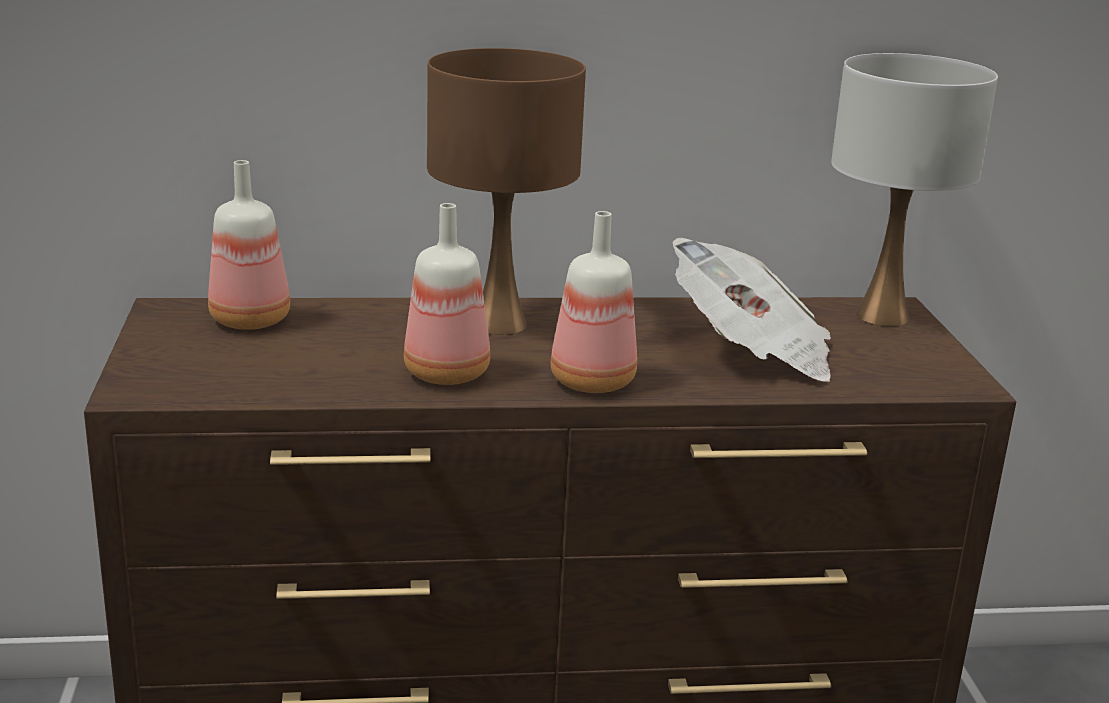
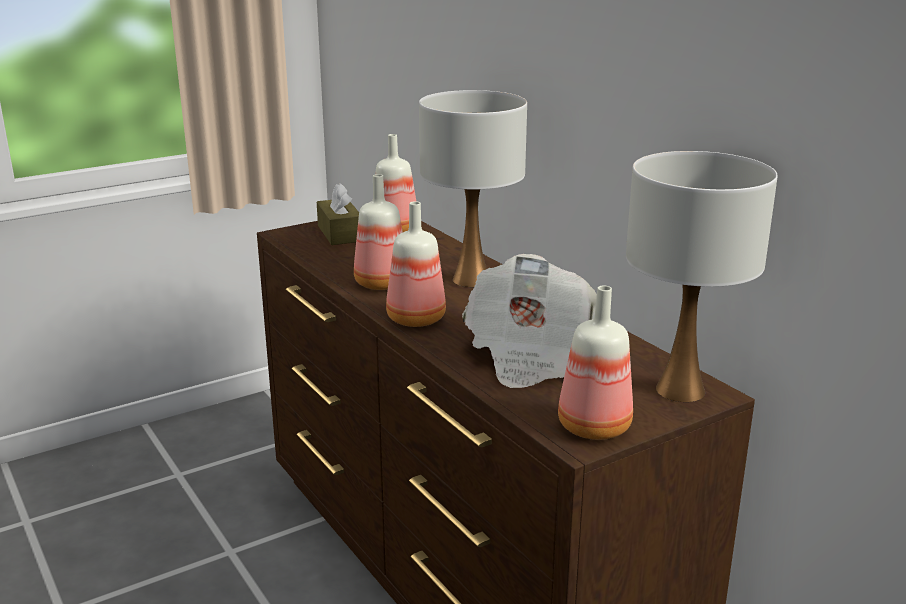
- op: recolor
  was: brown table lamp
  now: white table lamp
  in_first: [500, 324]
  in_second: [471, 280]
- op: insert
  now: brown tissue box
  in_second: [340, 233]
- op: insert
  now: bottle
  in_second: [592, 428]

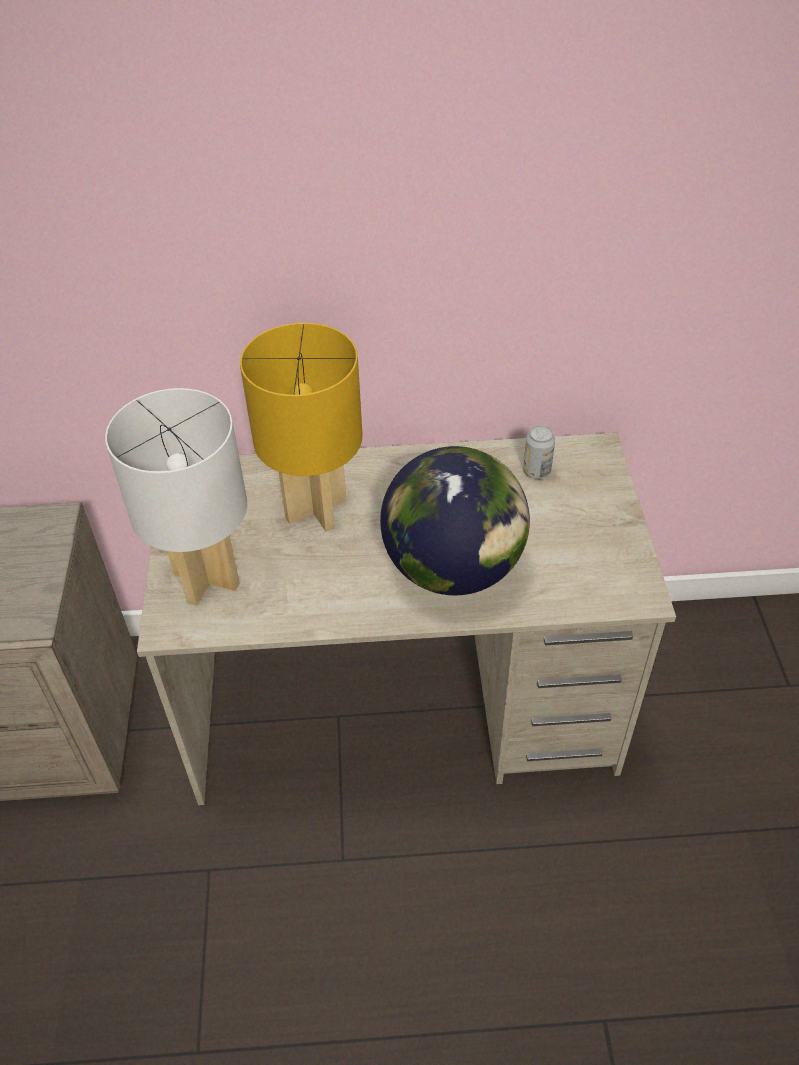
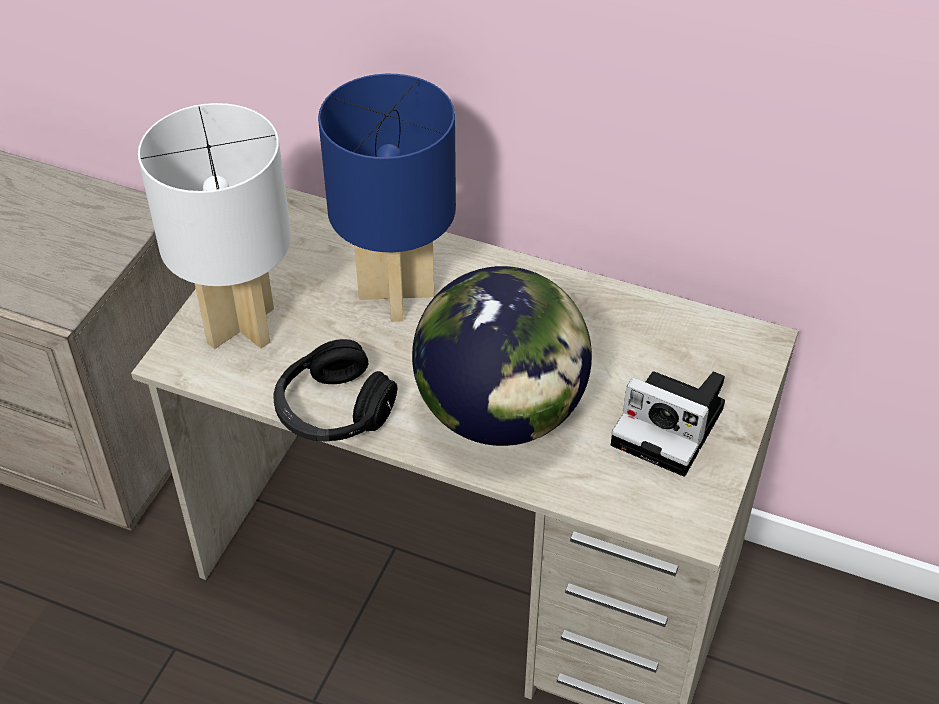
- op: recolor
  was: yellow table lamp
  now: blue table lamp
  in_first: [317, 510]
  in_second: [397, 295]
- op: delete
  was: can
  in_first: [536, 471]
- op: insert
  now: black headphones
  in_second: [333, 410]
- op: insert
  now: photo camera
  in_second: [672, 427]

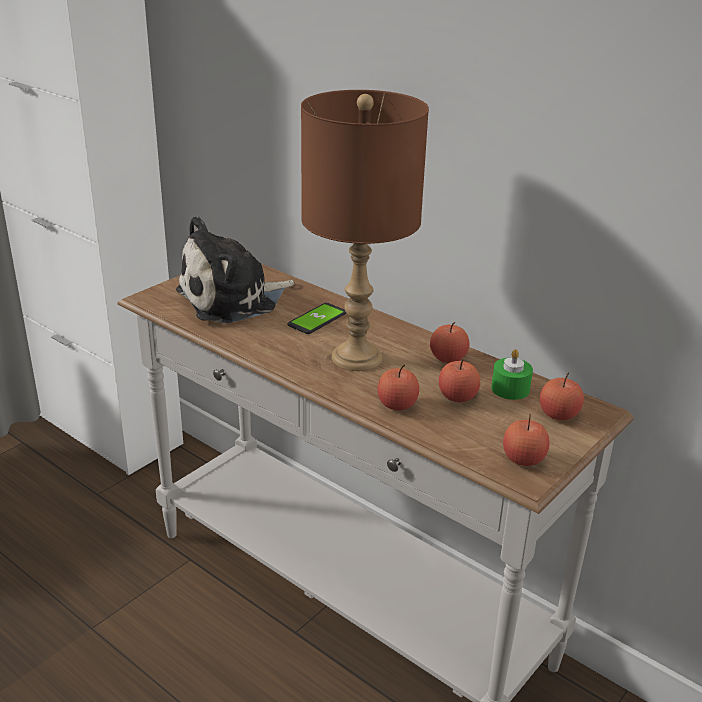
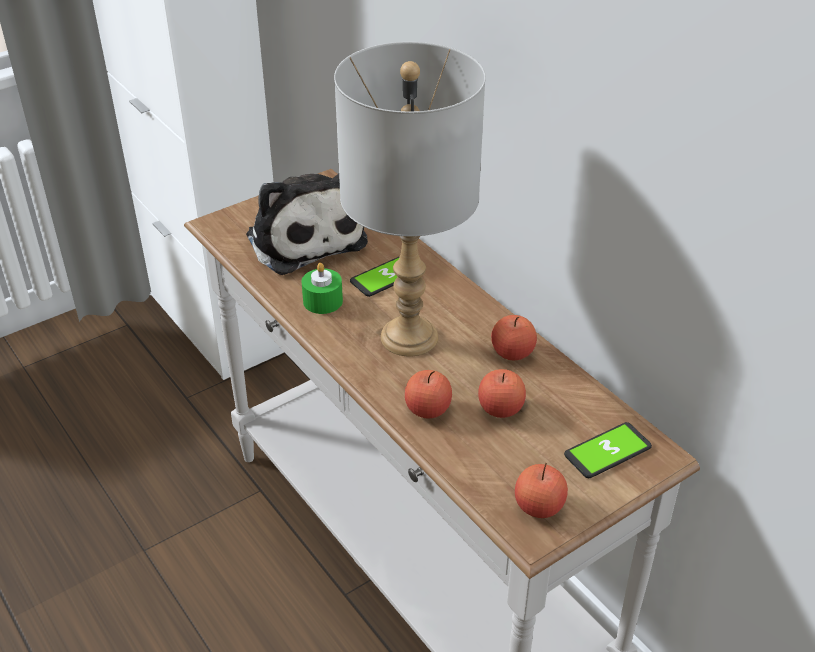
- op: recolor
  was: brown table lamp
  now: grey table lamp
  in_first: [357, 357]
  in_second: [410, 337]
- op: rotate
  was: plush toy
  in_first: [233, 300]
  in_second: [304, 237]
  clockwise: -105
- op: move
  was: green candle
  in_first: [510, 389]
  in_second: [323, 301]
- op: replace
  was: apple
  now: phone
  in_first: [558, 414]
  in_second: [607, 451]

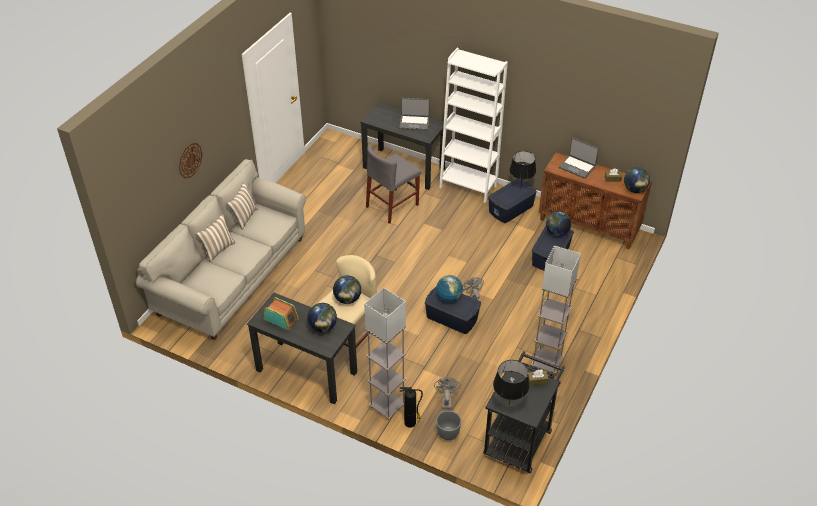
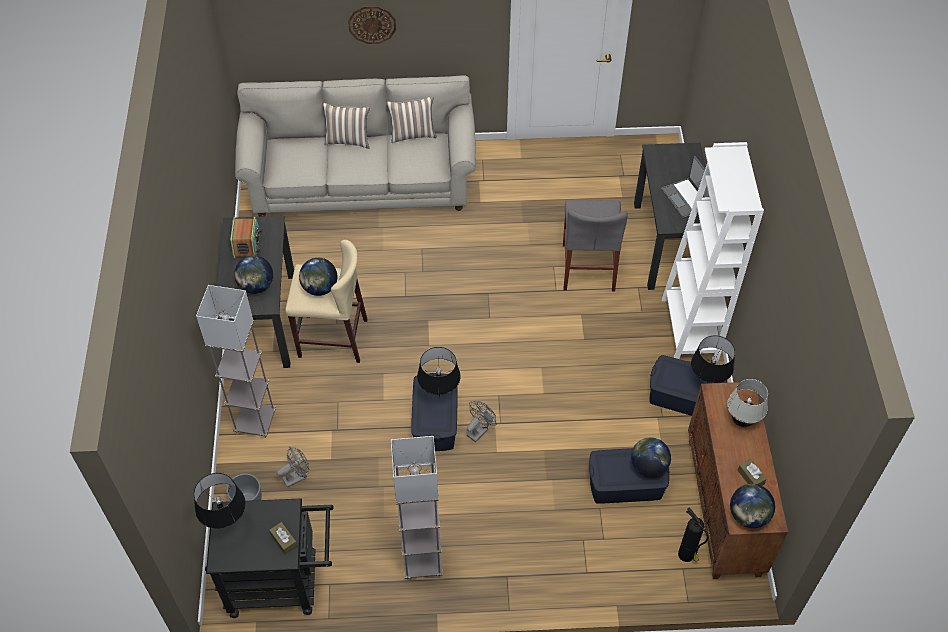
- op: replace
  was: laptop
  now: white table lamp
  in_first: [577, 167]
  in_second: [742, 421]
- op: rotate
  was: grey chair
  in_first: [392, 205]
  in_second: [588, 267]
  clockwise: -105
- op: replace
  was: globe
  now: black table lamp
  in_first: [449, 297]
  in_second: [439, 397]
- op: move
  was: fire extinguisher
  in_first: [411, 422]
  in_second: [686, 555]

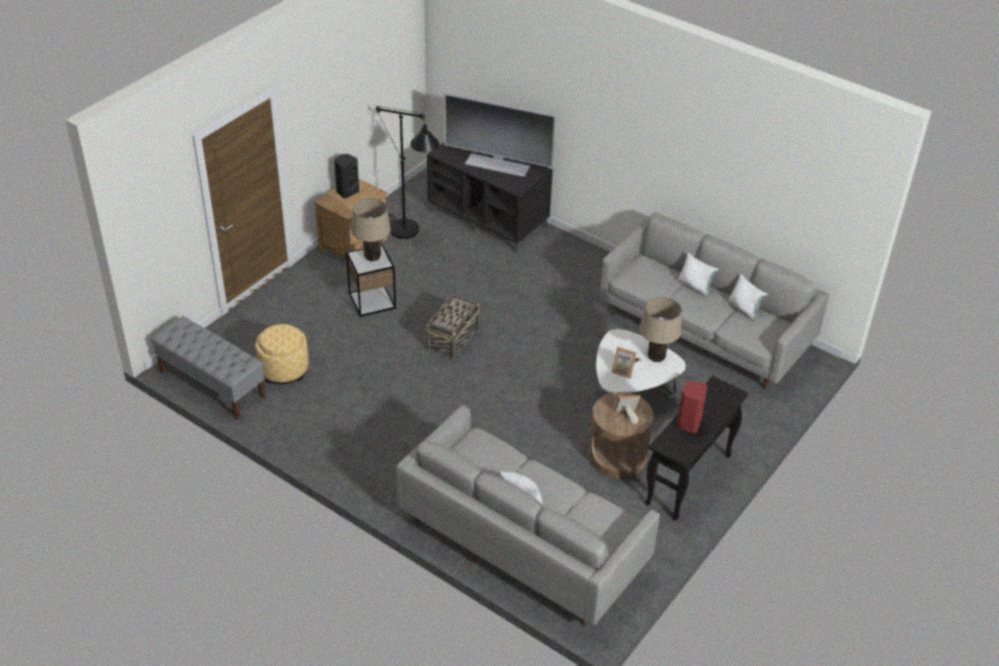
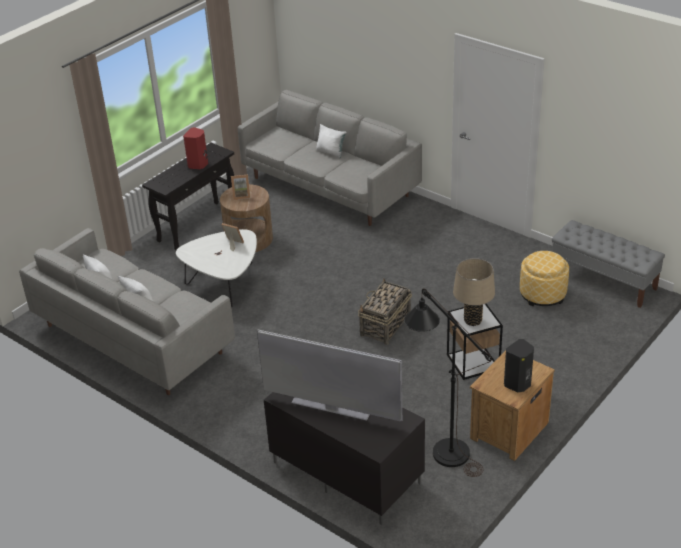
- op: delete
  was: beige table lamp
  in_first: [656, 356]

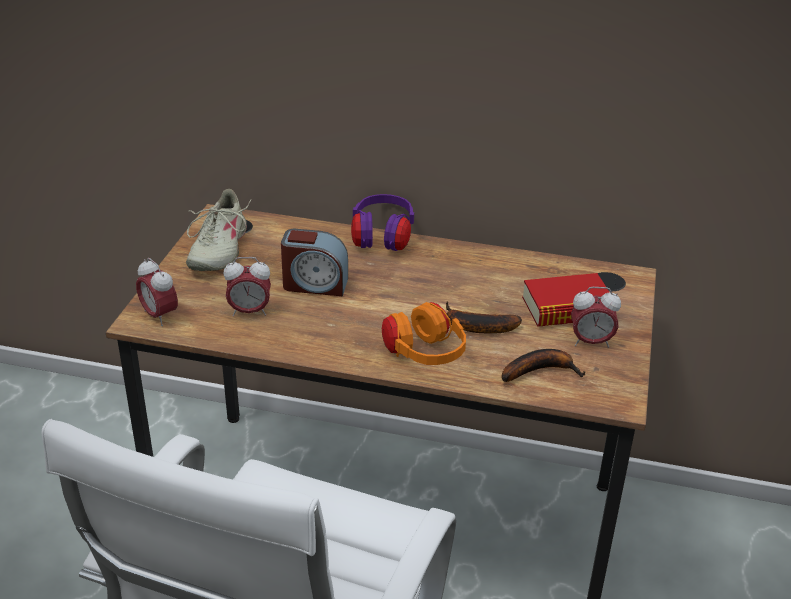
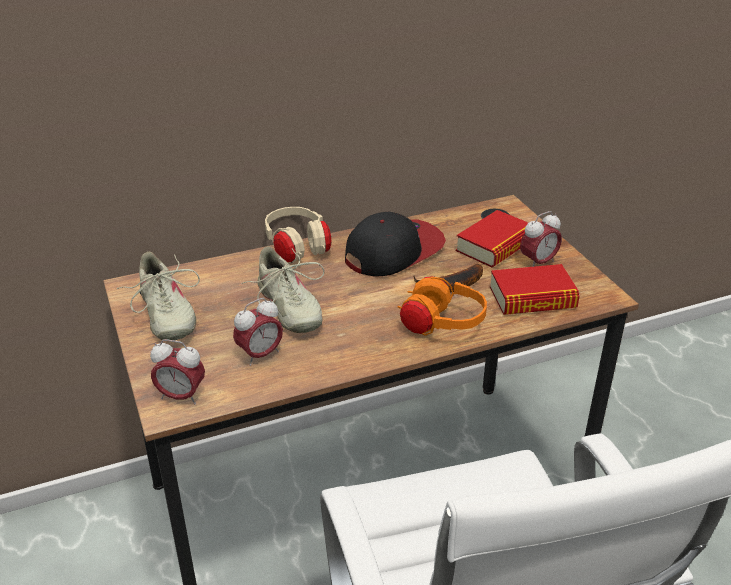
- op: recolor
  was: purple headphones
  now: beige headphones
  in_first: [382, 239]
  in_second: [297, 249]
- op: replace
  was: alarm clock
  now: beige shoe
  in_first: [315, 284]
  in_second: [288, 308]
- op: replace
  was: banana
  now: book
  in_first: [540, 370]
  in_second: [532, 298]
- op: insert
  now: cap
  in_second: [394, 251]

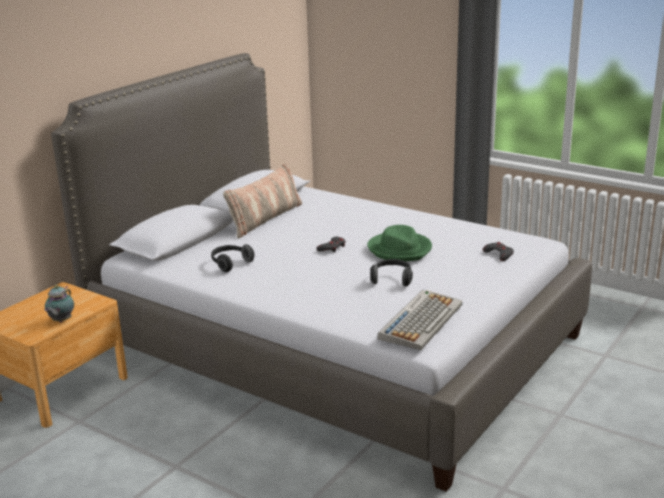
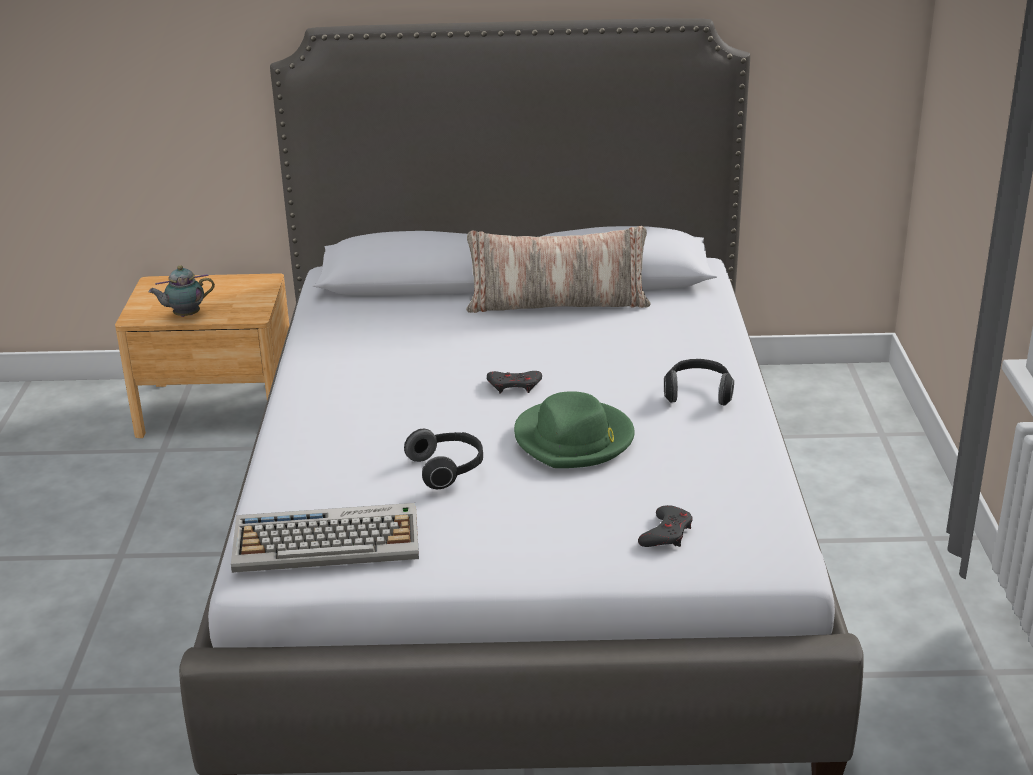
- op: move
  was: headphones
  in_first: [230, 264]
  in_second: [698, 393]

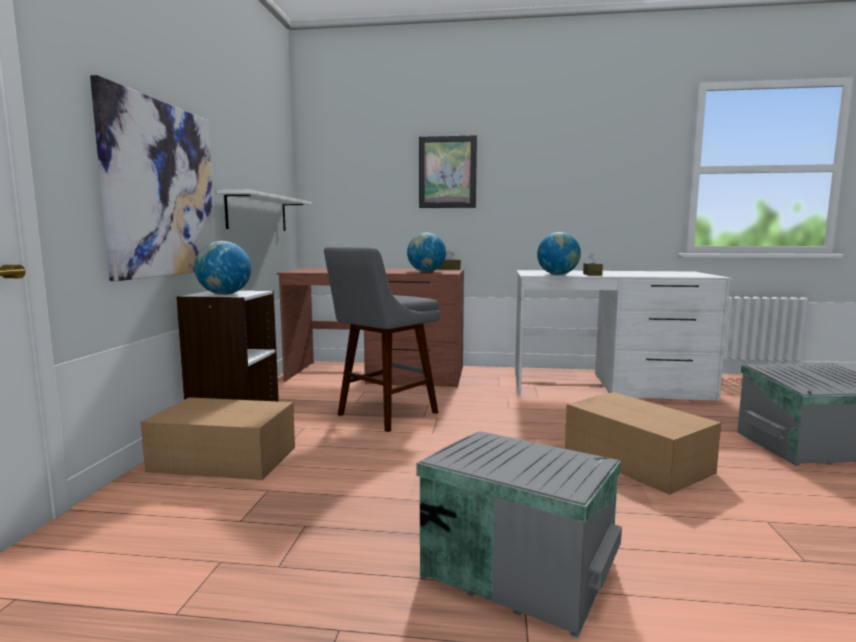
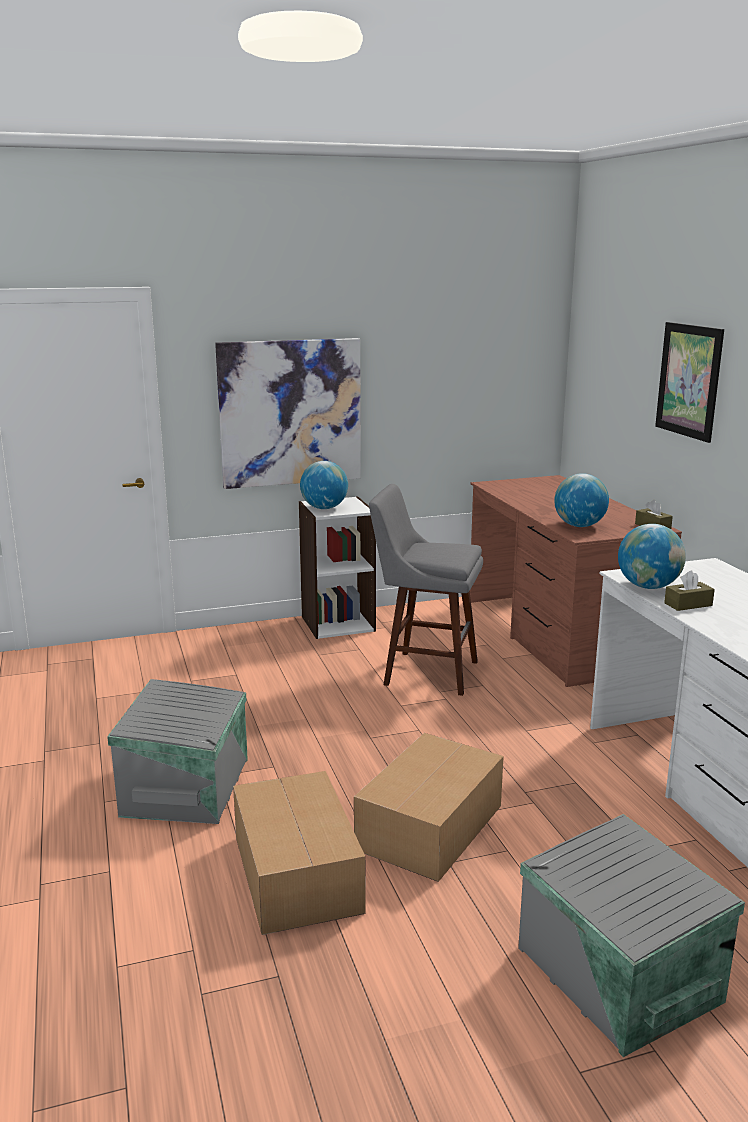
- op: delete
  was: white shelf
  in_first: [258, 213]
- op: move
  was: cardboard box
  in_first: [222, 458]
  in_second: [297, 871]

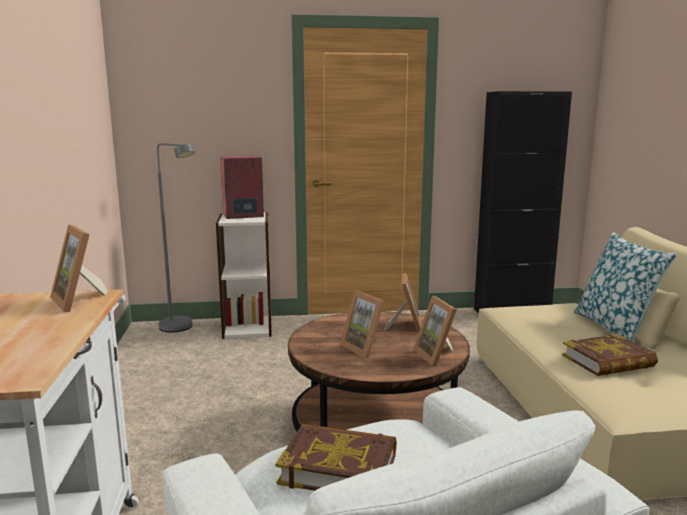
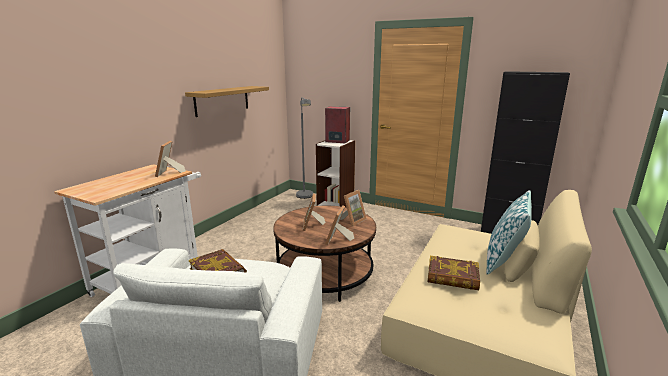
- op: insert
  now: shelf
  in_second: [222, 100]

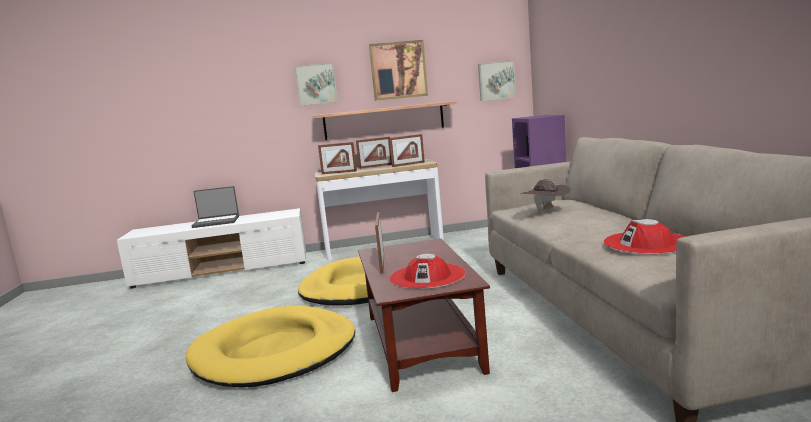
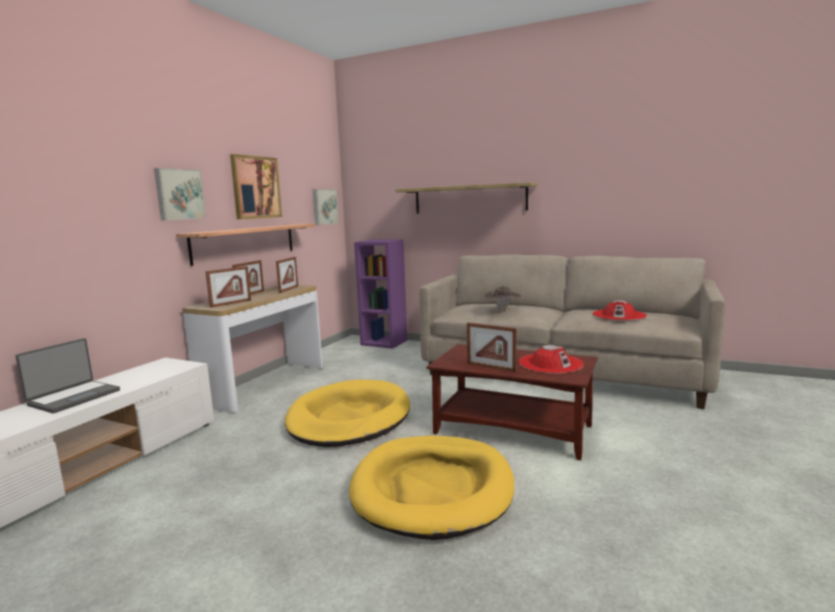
- op: insert
  now: shelf
  in_second: [469, 199]

